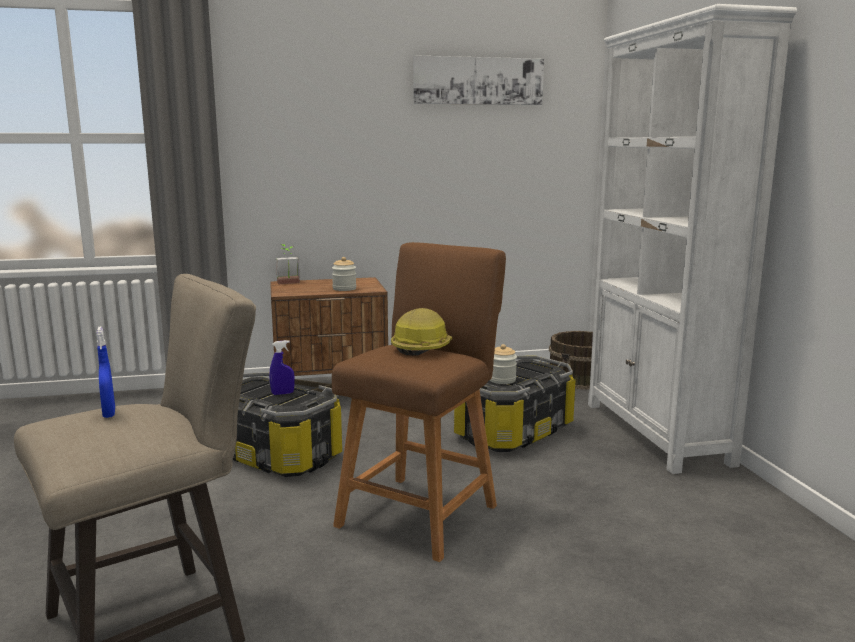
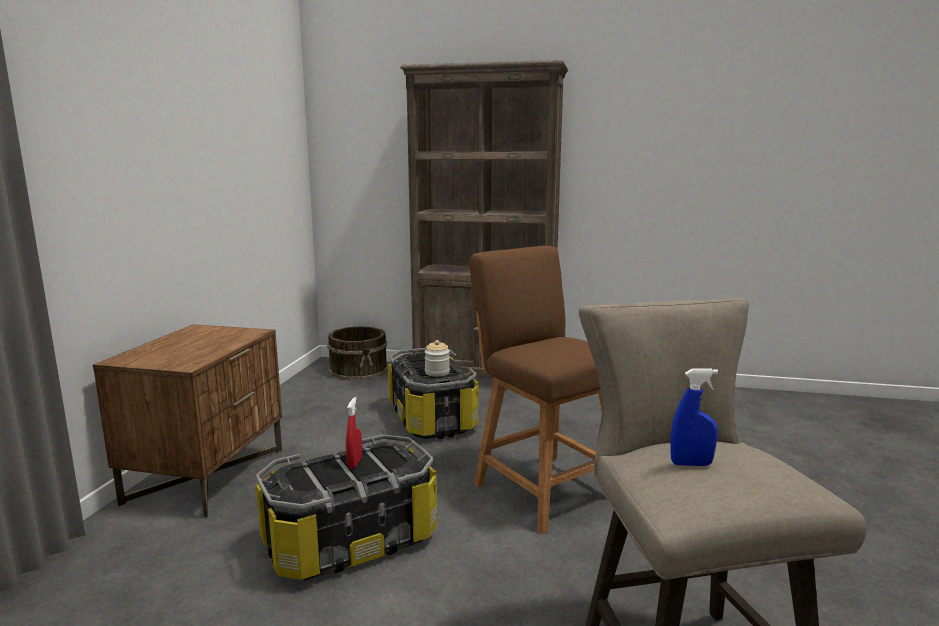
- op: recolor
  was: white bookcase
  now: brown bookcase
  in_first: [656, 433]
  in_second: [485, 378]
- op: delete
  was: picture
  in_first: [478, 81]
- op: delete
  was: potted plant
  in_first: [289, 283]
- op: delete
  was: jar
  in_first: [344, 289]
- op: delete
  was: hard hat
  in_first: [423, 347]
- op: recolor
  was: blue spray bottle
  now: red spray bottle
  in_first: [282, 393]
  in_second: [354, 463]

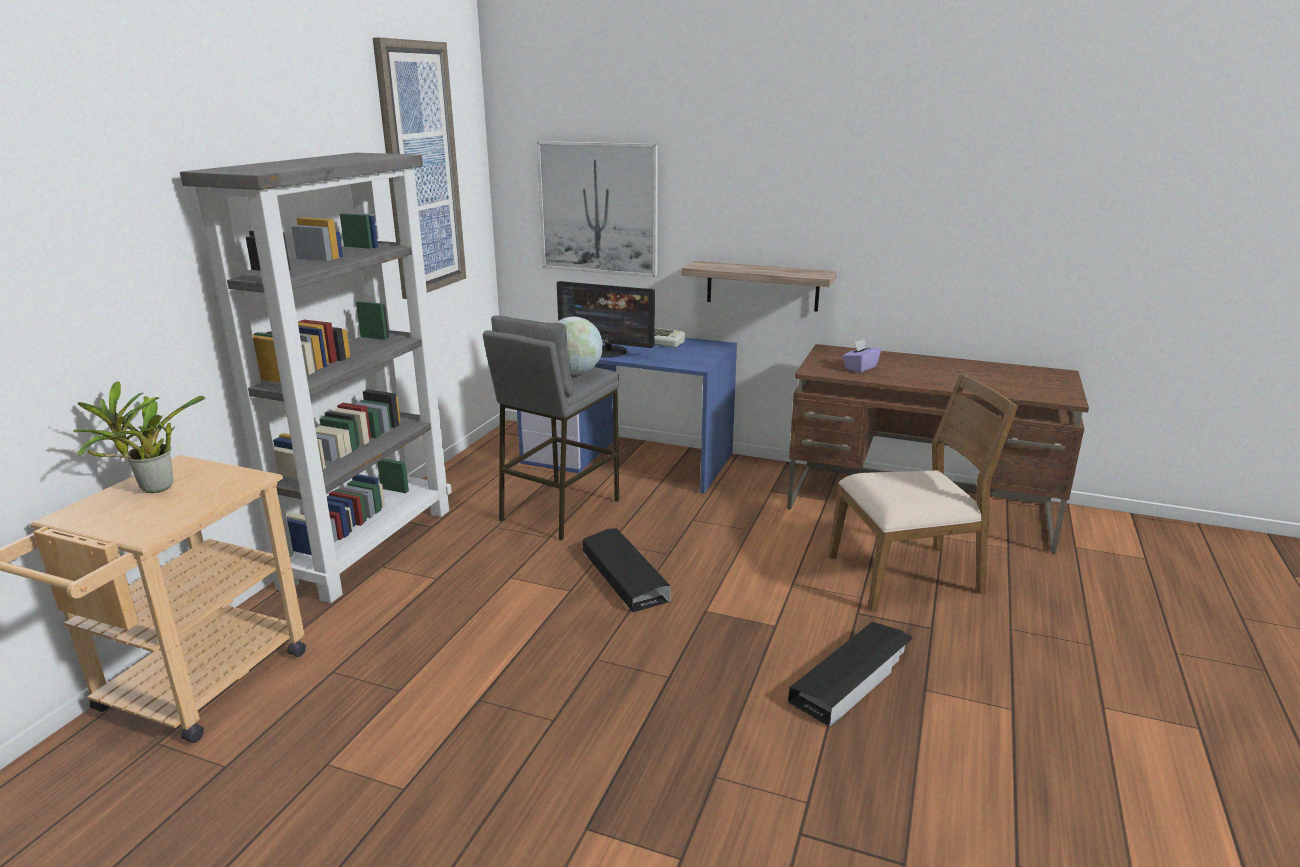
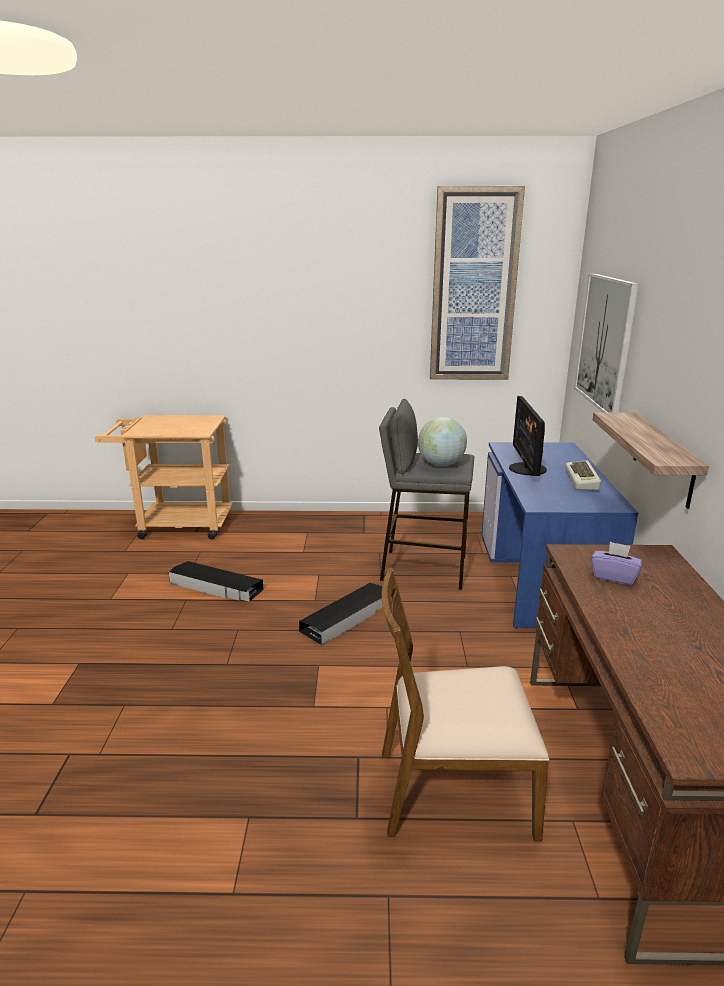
- op: delete
  was: grey bookcase
  in_first: [369, 545]
- op: rotate
  was: brown chair
  in_first: [906, 575]
  in_second: [453, 790]
  clockwise: 120
- op: delete
  was: potted plant
  in_first: [152, 489]
- op: move
  was: black storage box
  in_first: [852, 678]
  in_second: [216, 587]

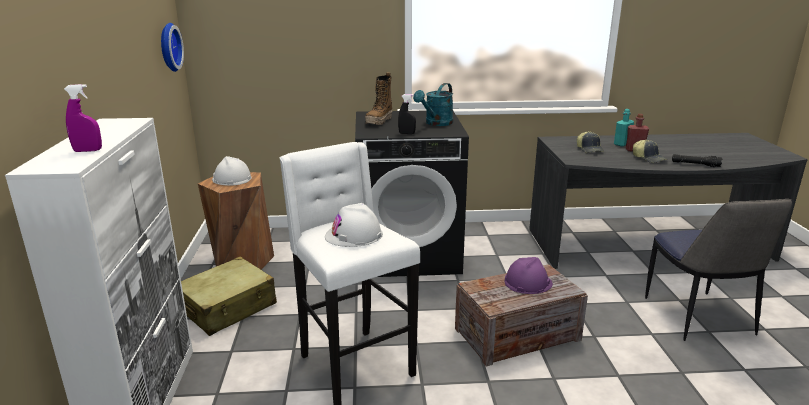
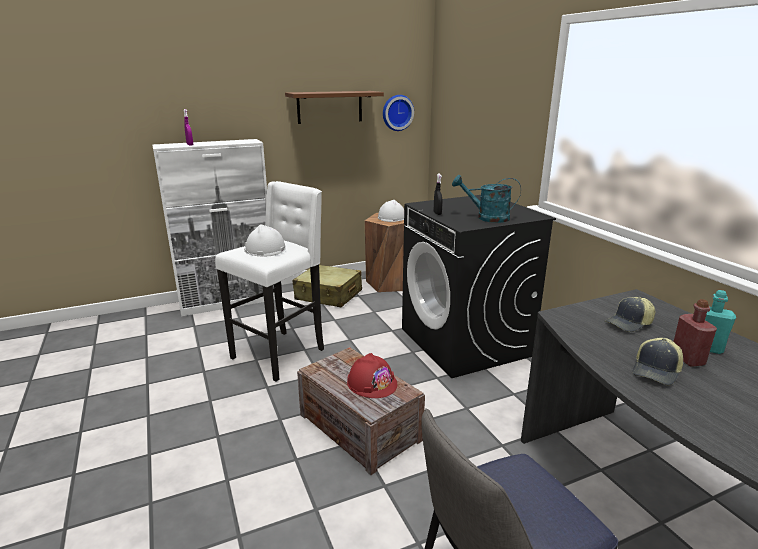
- op: delete
  was: boot
  in_first: [379, 121]
- op: delete
  was: black flashlight
  in_first: [695, 164]
- op: recolor
  was: purple hard hat
  now: red hard hat
  in_first: [528, 282]
  in_second: [372, 383]
- op: insert
  now: brown shelf
  in_second: [329, 107]

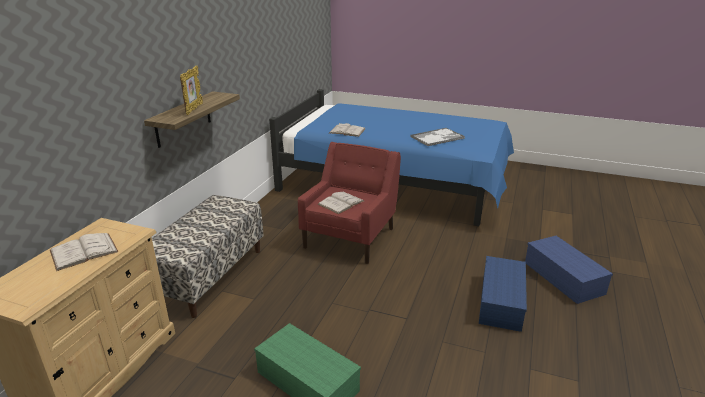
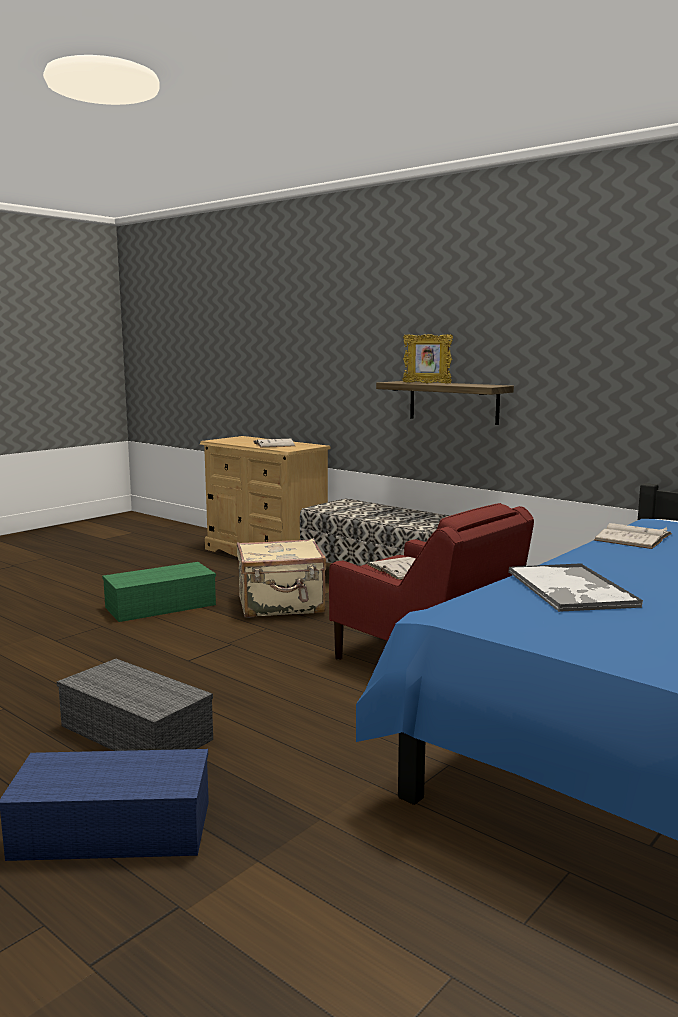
- op: recolor
  was: blue storage box
  now: grey storage box
  in_first: [500, 301]
  in_second: [138, 732]
- op: insert
  now: beige suitcase
  in_second: [281, 605]

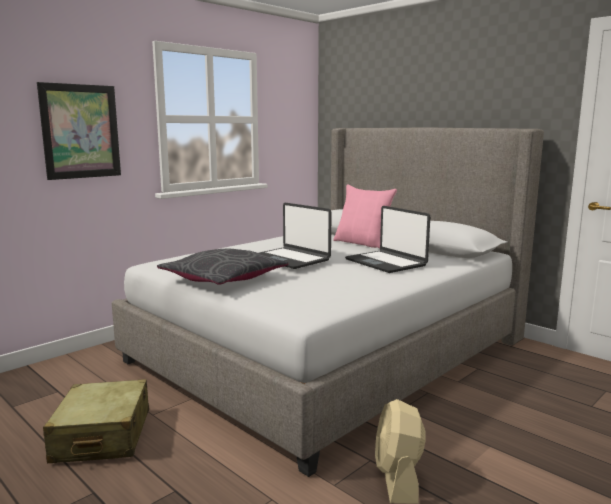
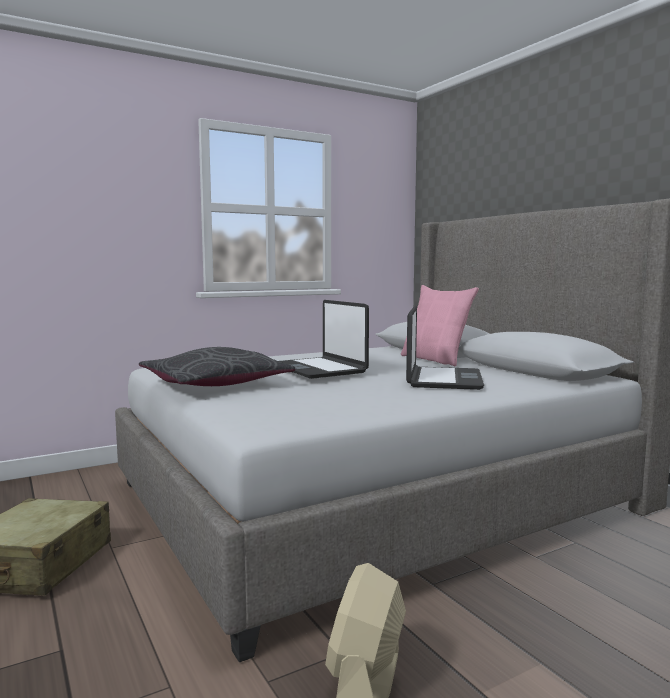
- op: delete
  was: picture
  in_first: [81, 131]
- op: rotate
  was: laptop
  in_first: [386, 263]
  in_second: [443, 379]
  clockwise: -150

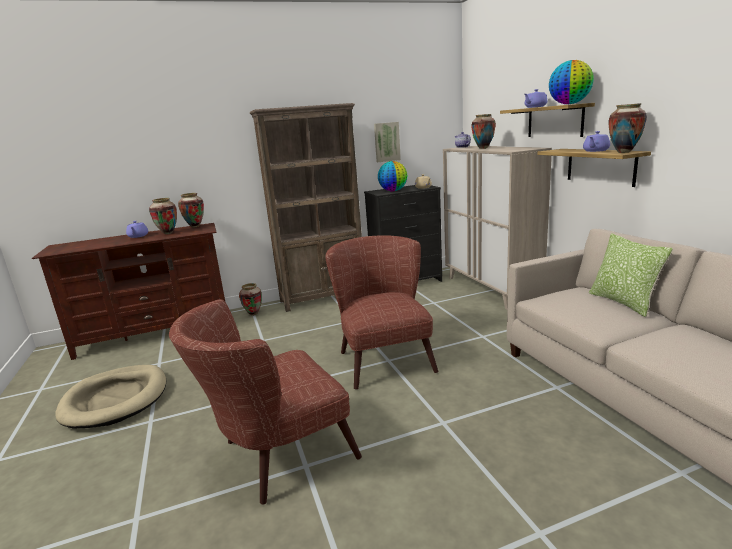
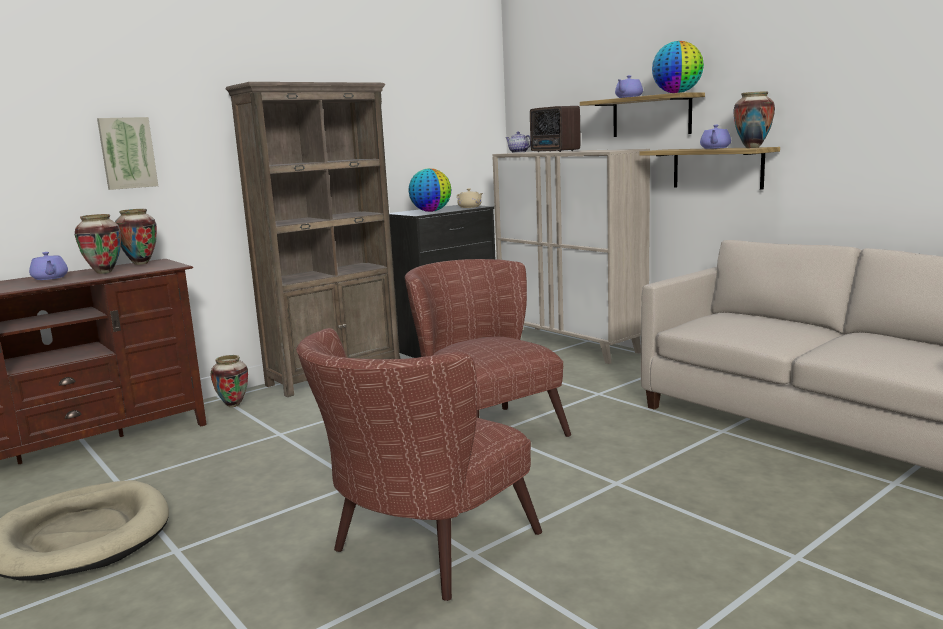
- op: replace
  was: vase
  now: radio
  in_first: [483, 148]
  in_second: [555, 151]
- op: move
  was: picture
  in_first: [386, 142]
  in_second: [127, 153]
- op: delete
  was: pillow
  in_first: [623, 302]

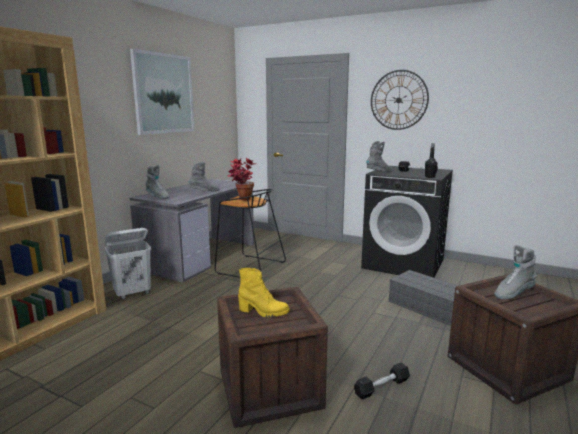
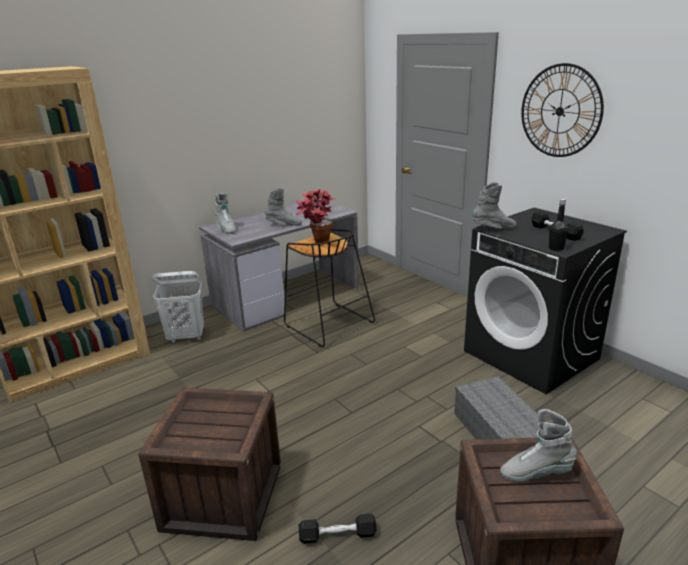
- op: delete
  was: picture
  in_first: [164, 94]
- op: delete
  was: yellow boot
  in_first: [263, 312]

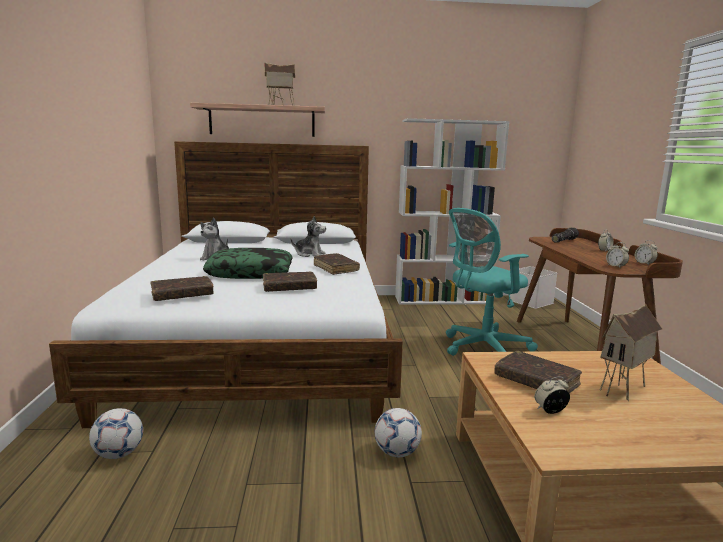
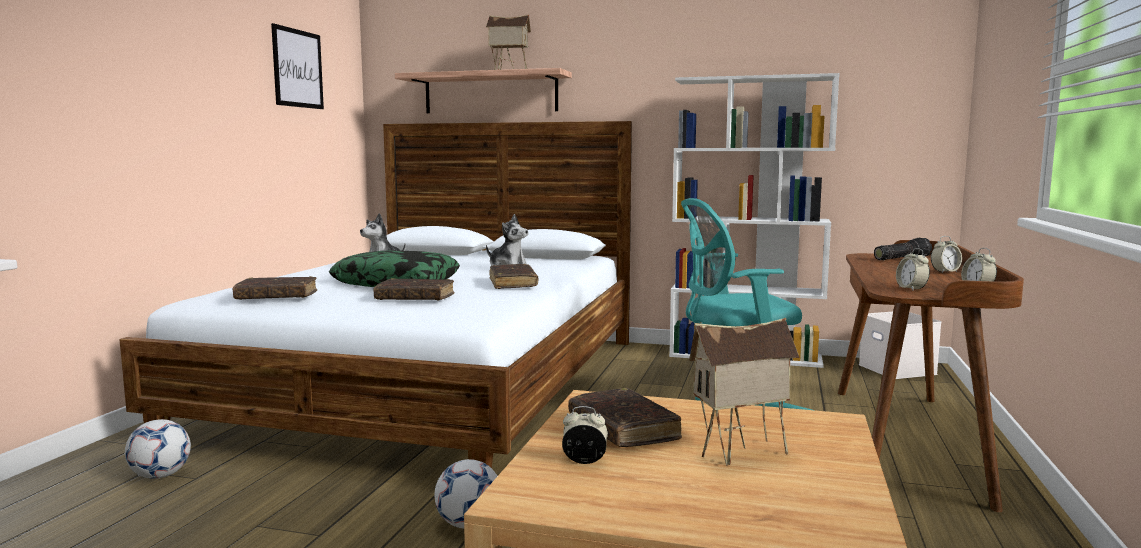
- op: insert
  now: picture
  in_second: [297, 68]

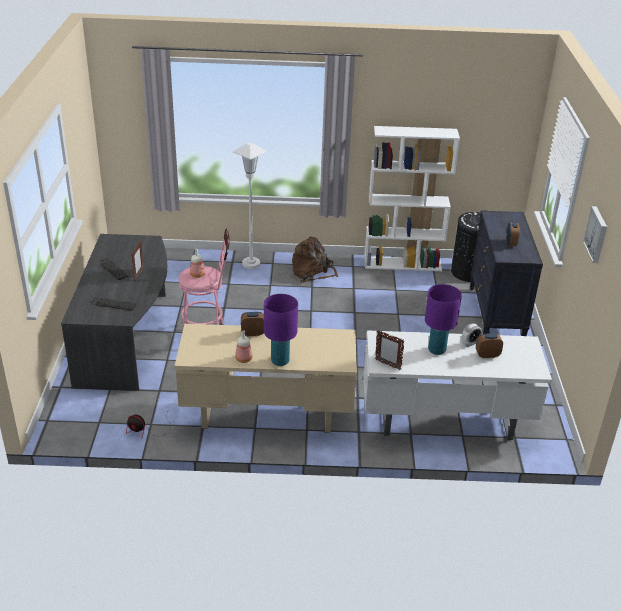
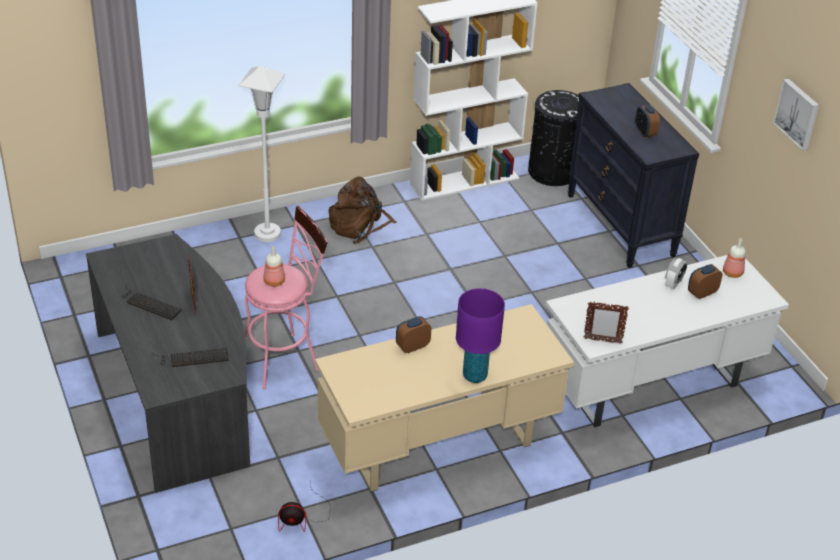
- op: delete
  was: purple table lamp
  in_first: [436, 350]
- op: move
  was: bottle
  in_first: [244, 359]
  in_second: [732, 272]

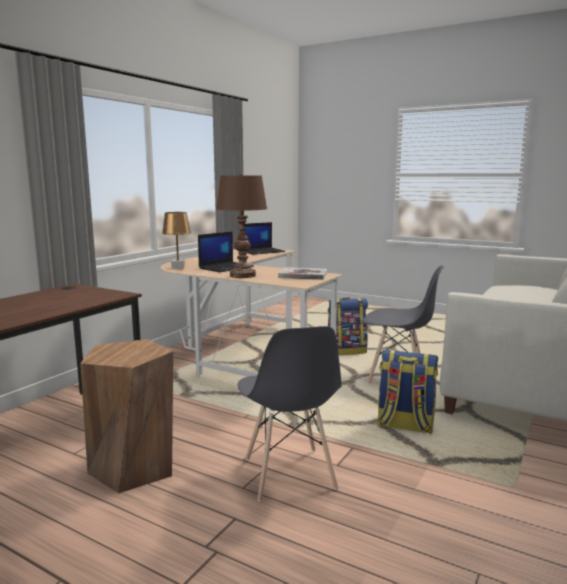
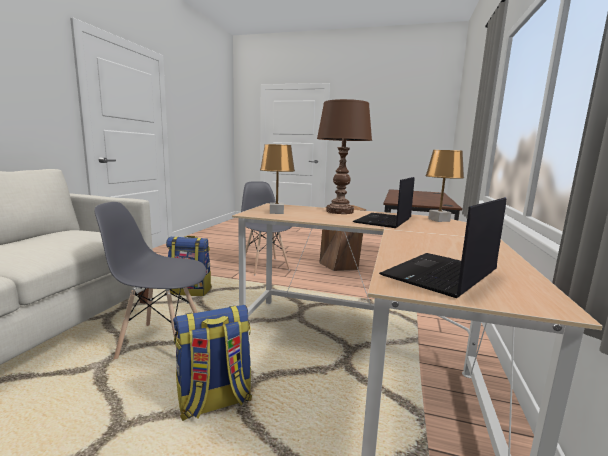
- op: replace
  was: book
  now: brown table lamp
  in_first: [303, 275]
  in_second: [277, 212]

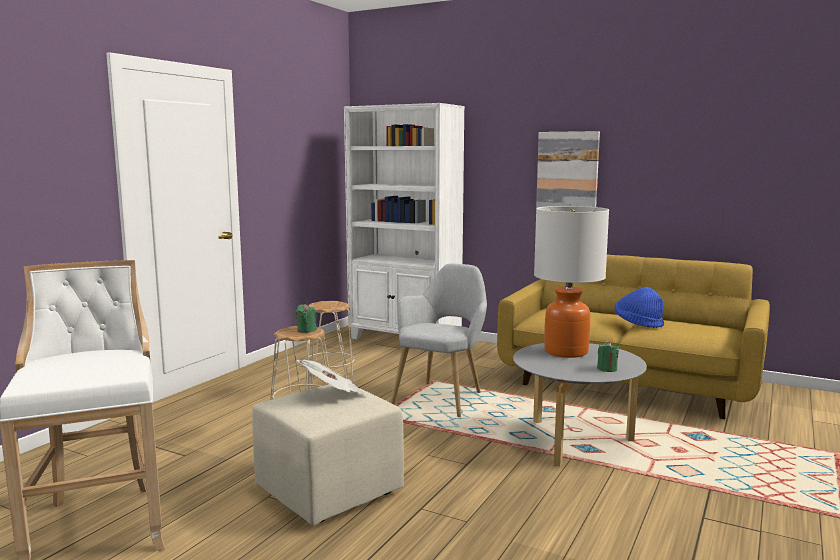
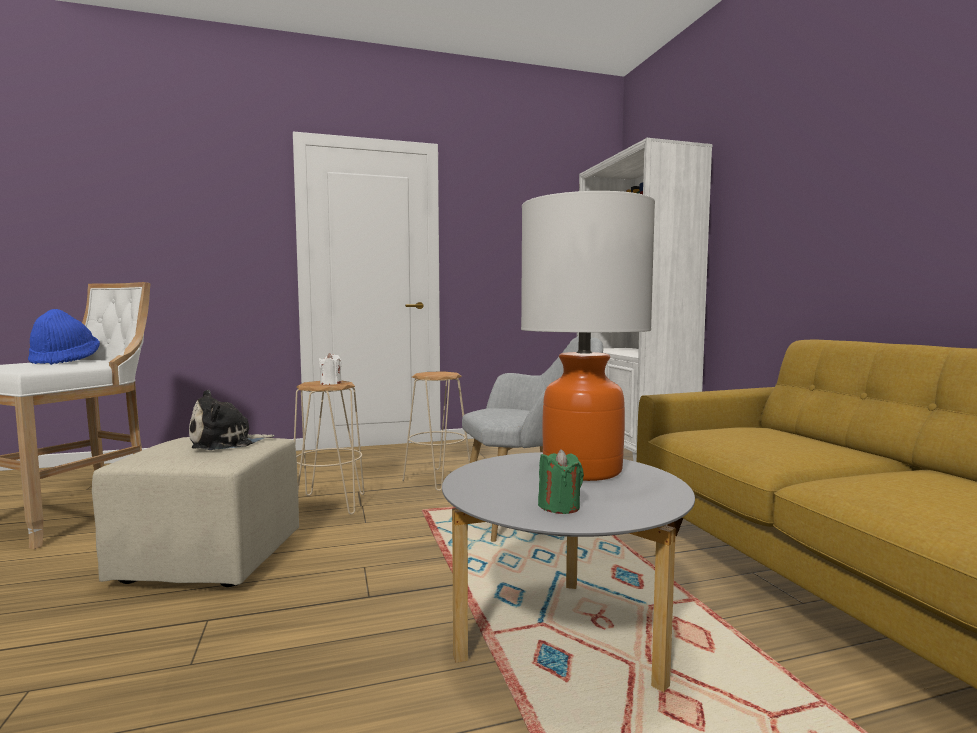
- op: delete
  was: picture
  in_first: [567, 172]
- op: move
  was: blue hat
  in_first: [638, 323]
  in_second: [65, 361]
- op: recolor
  was: green candle
  now: white candle
  in_first: [306, 330]
  in_second: [330, 383]
- op: replace
  was: newspaper
  now: plush toy
  in_first: [333, 394]
  in_second: [226, 443]

